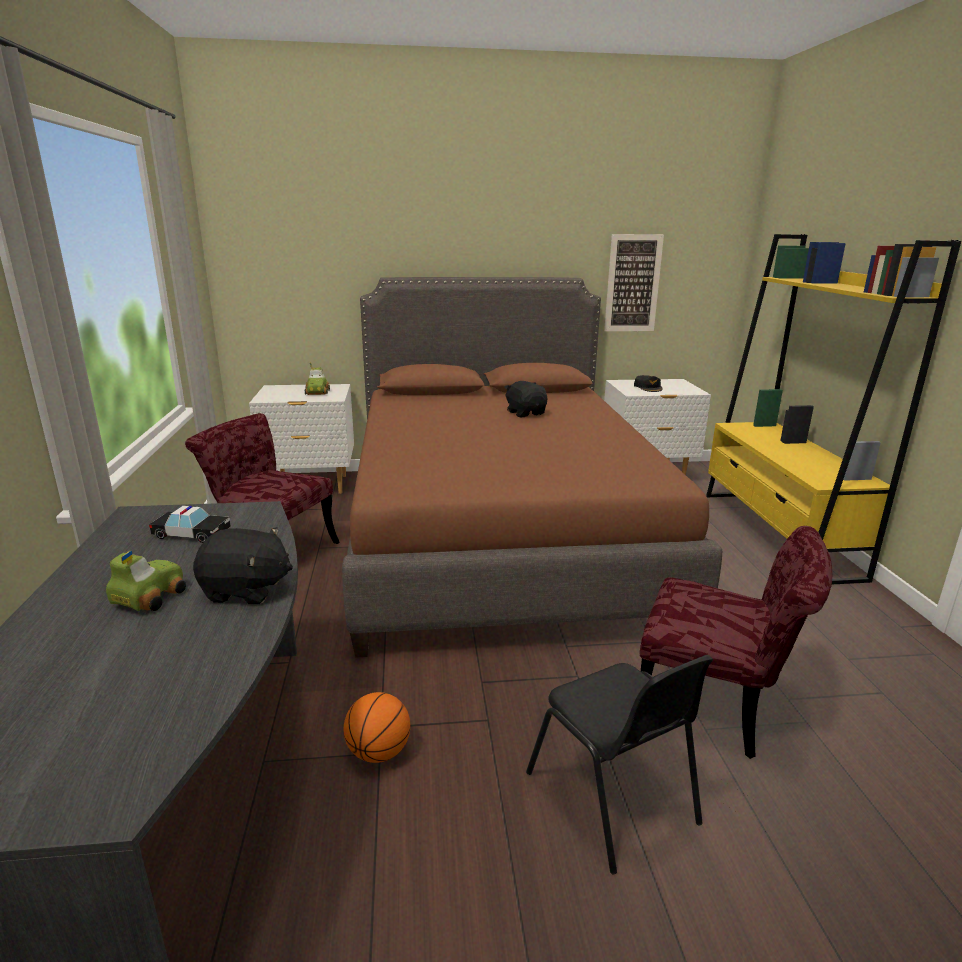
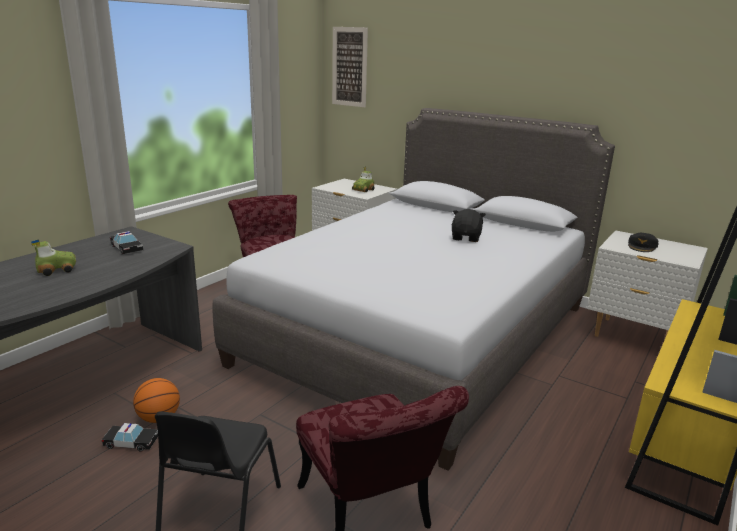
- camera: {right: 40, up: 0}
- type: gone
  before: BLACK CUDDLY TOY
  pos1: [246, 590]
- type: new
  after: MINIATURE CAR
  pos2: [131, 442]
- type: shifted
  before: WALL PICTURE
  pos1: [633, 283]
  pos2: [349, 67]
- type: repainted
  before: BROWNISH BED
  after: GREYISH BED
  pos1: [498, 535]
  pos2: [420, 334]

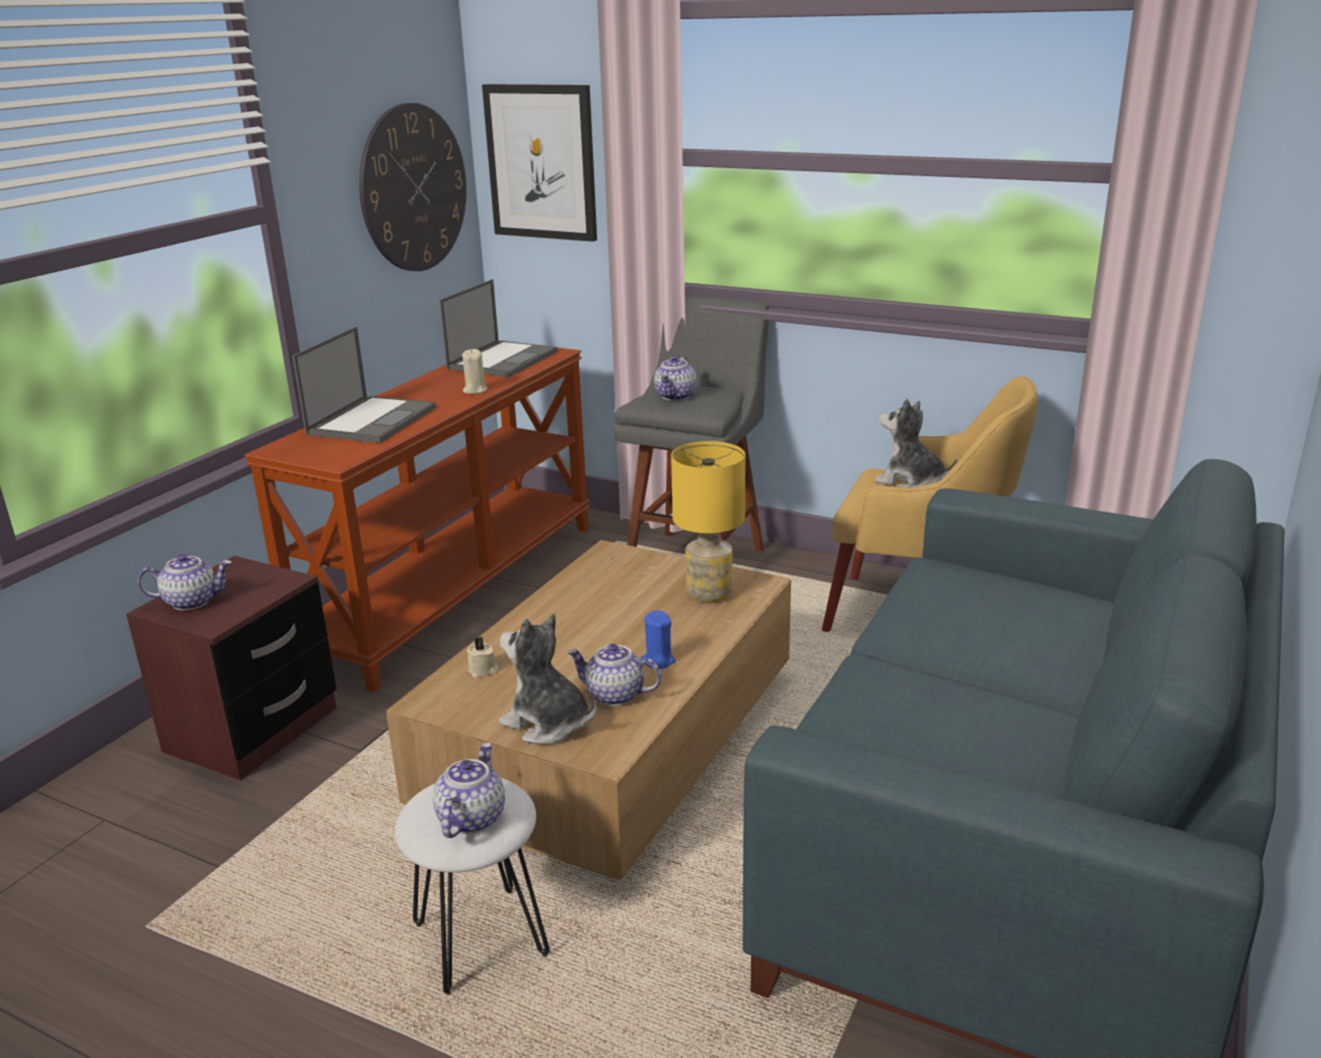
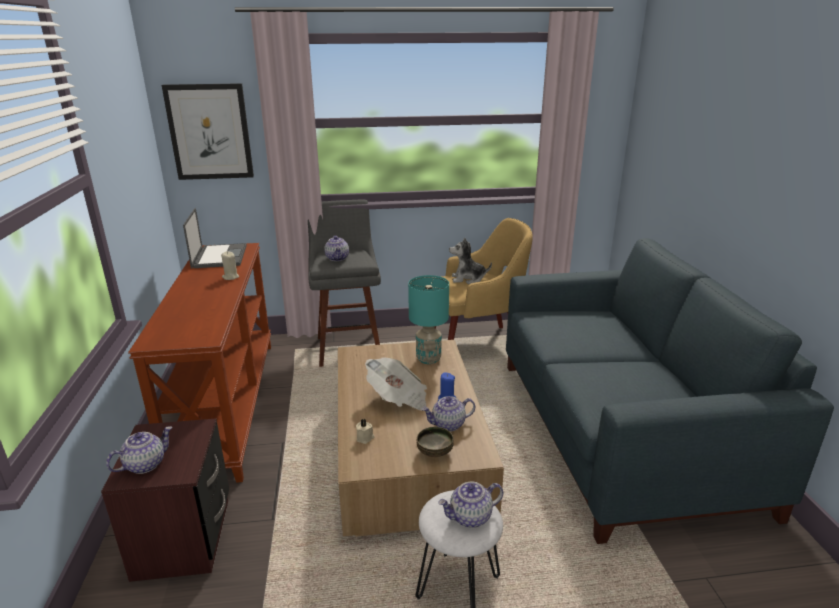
- camera: {right: -35, up: 0}
- type: gone
  before: PORTABLE COMPUTER
  pos1: [372, 420]
- type: gone
  before: WALL CLOCK
  pos1: [413, 188]
- type: new
  after: DAILY PAPER
  pos2: [398, 398]
- type: swapped
  before: CUDDLY TOY
  after: BOWL
  pos1: [547, 724]
  pos2: [435, 452]
- type: repainted
  before: YELLOW TABLE LAMP
  after: BLUE-GREEN TABLE LAMP
  pos1: [709, 594]
  pos2: [428, 358]
- type: rotated
  before: POT FOR TEA
  pos1: [470, 817]
  pos2: [470, 517]
  turn: -90

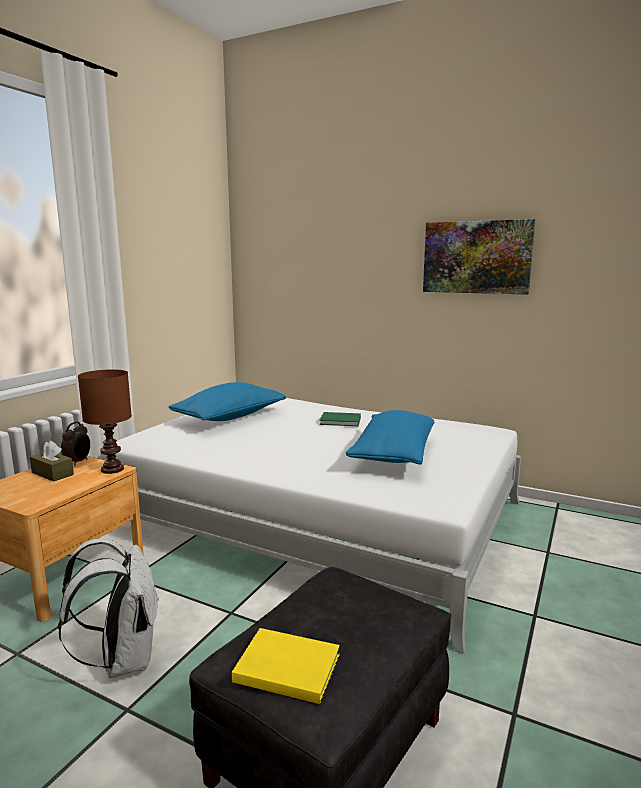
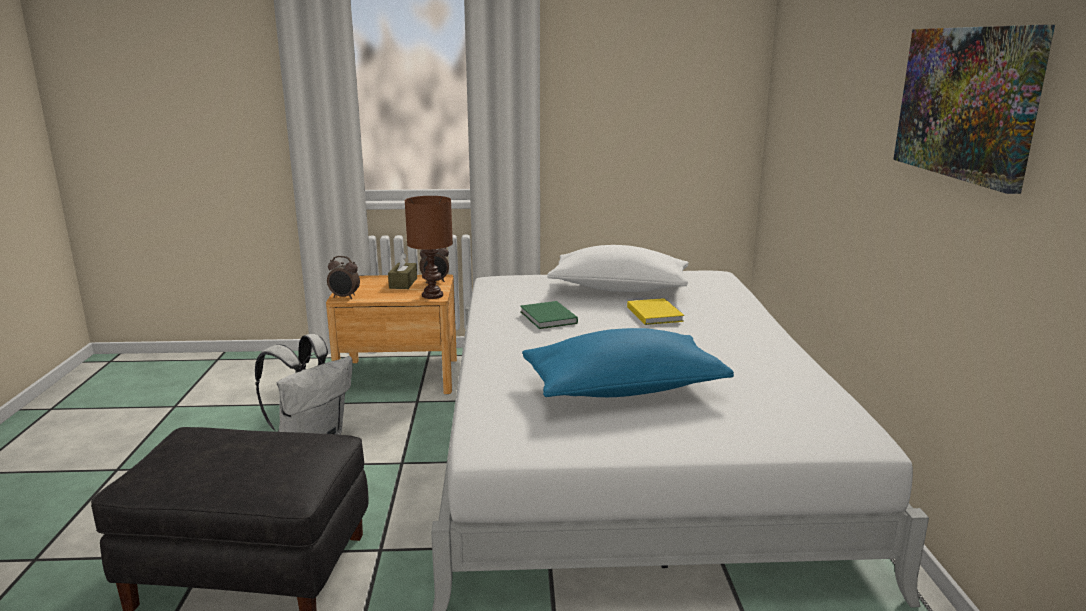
- camera: {right: 60, up: 5}
- type: new
  after: TABLE CLOCK
  pos2: [344, 297]
- type: shifted
  before: YELLOW BOOK
  pos1: [285, 666]
  pos2: [655, 313]
- type: shifted
  before: GREEN BOOK
  pos1: [341, 421]
  pos2: [548, 318]
- type: repainted
  before: BLUE THROW PILLOW
  after: WHITE-COLOURED THROW PILLOW
  pos1: [229, 417]
  pos2: [619, 289]

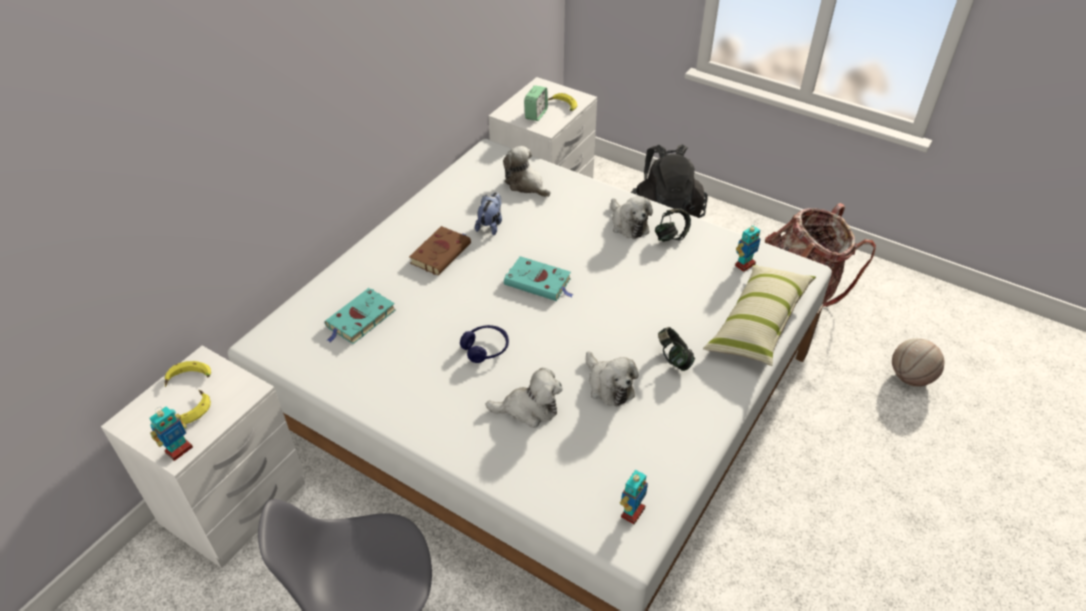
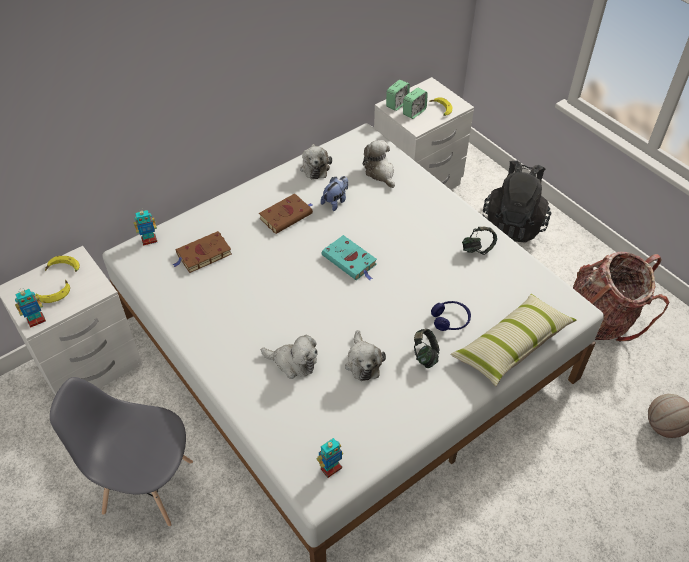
- camera: {right: 20, up: 5}
- type: new
  after: TABLE CLOCK
  pos2: [397, 104]
- type: shifted
  before: BLUE HEADPHONES
  pos1: [485, 348]
  pos2: [450, 320]
- type: shifted
  before: CUDDLY TOY
  pos1: [628, 224]
  pos2: [315, 167]
- type: shifted
  before: ROBOT FIGURE
  pos1: [744, 264]
  pos2: [149, 240]
- type: repainted
  before: BLUE-GREEN BOOK
  after: BROWNISH BOOK
  pos1: [360, 320]
  pos2: [202, 255]

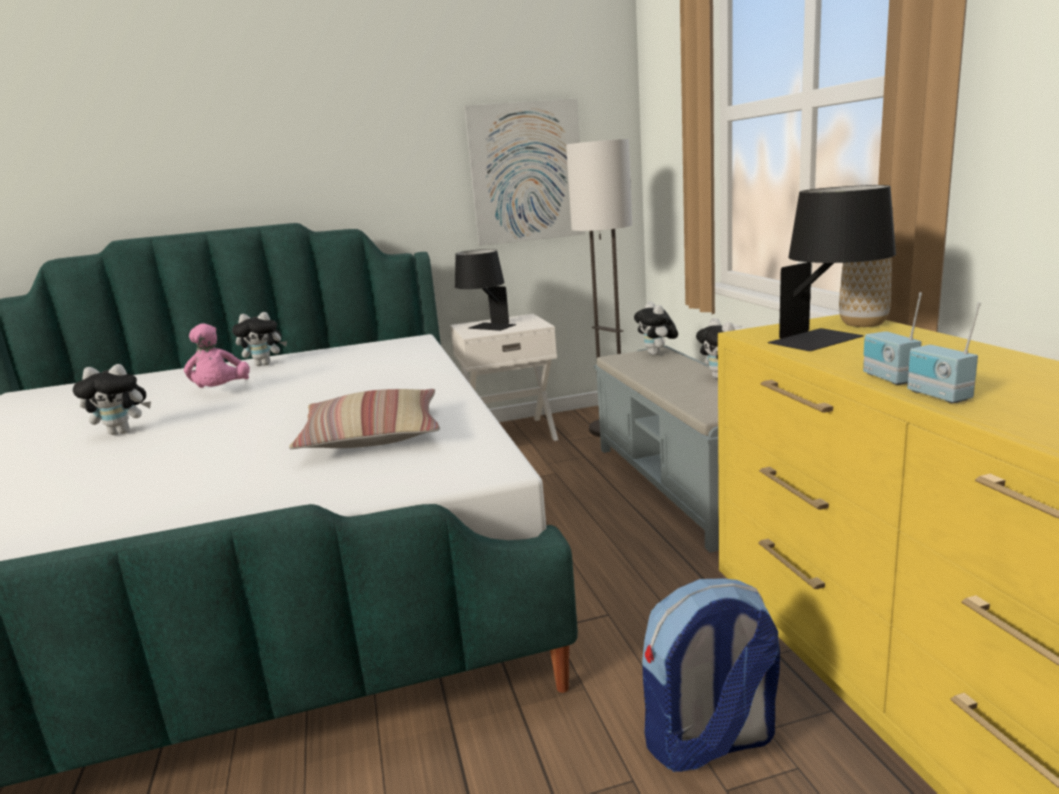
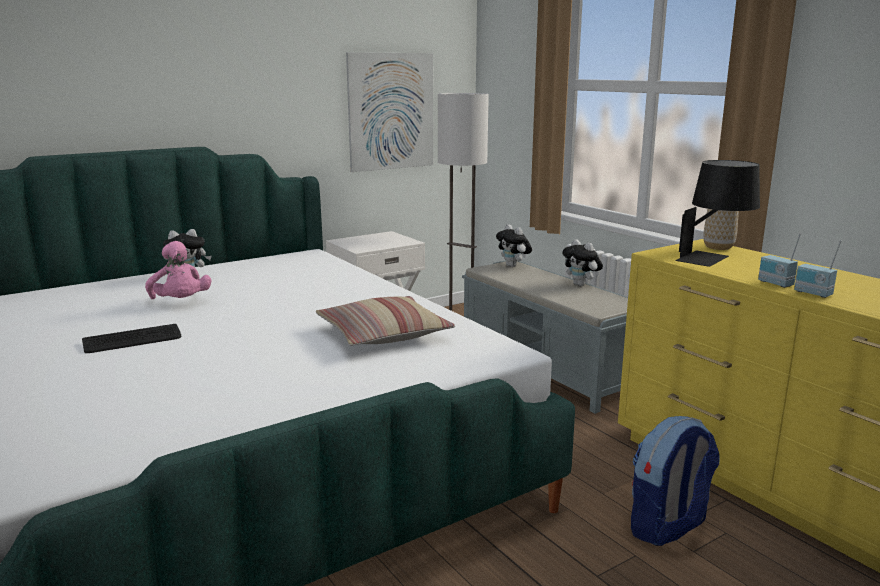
- camera: {right: -20, up: 0}
- type: gone
  before: BLACK TABLE LAMP
  pos1: [486, 328]
- type: swapped
  before: CUDDLY TOY
  after: PC KEYBOARD
  pos1: [123, 432]
  pos2: [132, 340]

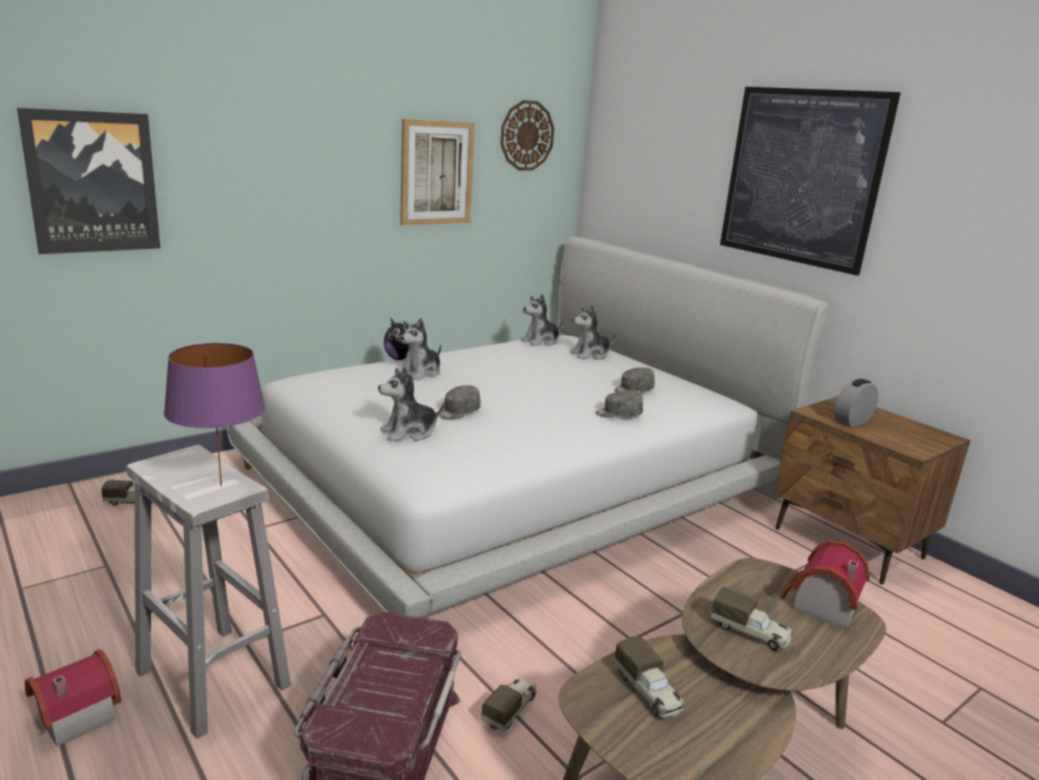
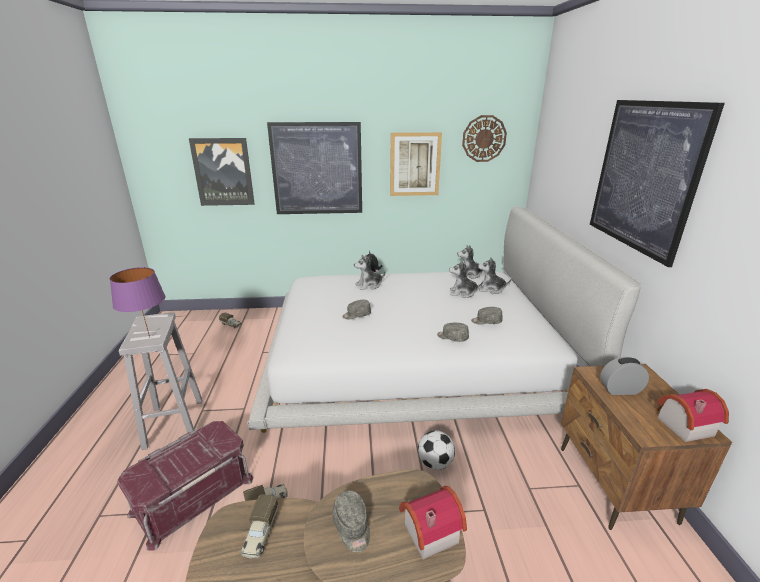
- camera: {right: 35, up: 5}
- type: new
  after: WALL PICTURE
  pos2: [317, 169]
- type: new
  after: FOOTBALL
  pos2: [435, 463]
- type: shifted
  before: TOY HOUSE
  pos1: [73, 715]
  pos2: [681, 424]
- type: shifted
  before: CUDDLY TOY
  pos1: [409, 432]
  pos2: [462, 293]
- type: swapped
  before: TOY TRUCK
  after: GREYISH PEAKED CAP
  pos1: [750, 633]
  pos2: [352, 527]

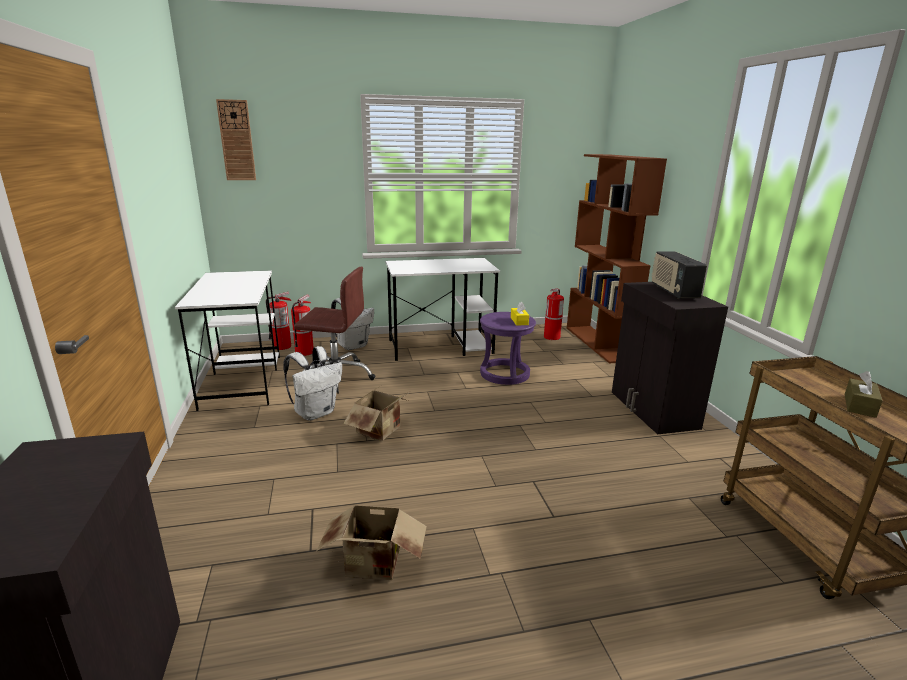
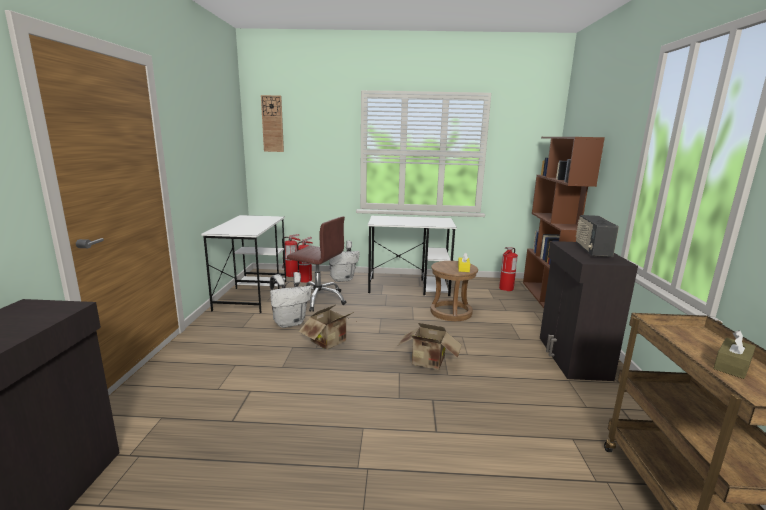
- camera: {right: 15, up: -5}
- type: shifted
  before: PACKING BOX
  pos1: [374, 566]
  pos2: [428, 363]
- type: repainted
  before: PURPLISH STOOL
  after: BROWNISH STOOL
  pos1: [504, 374]
  pos2: [451, 312]

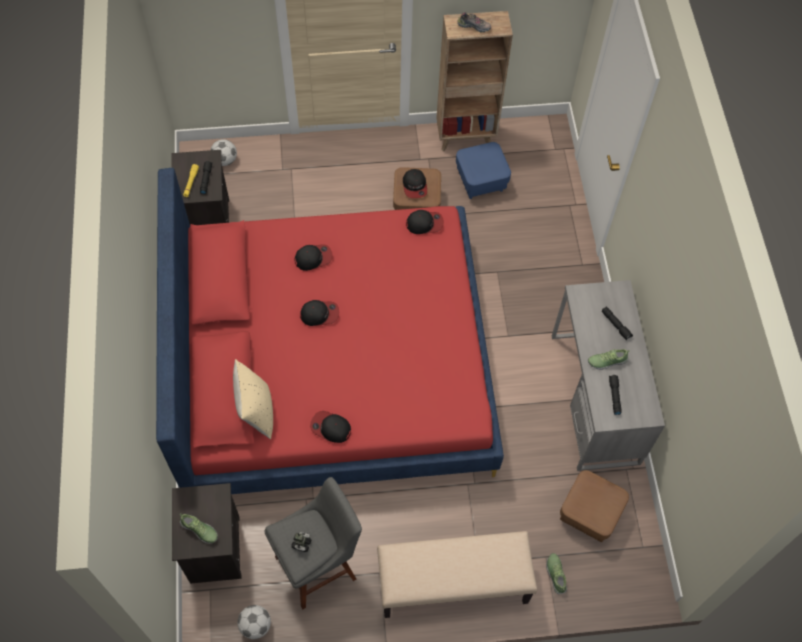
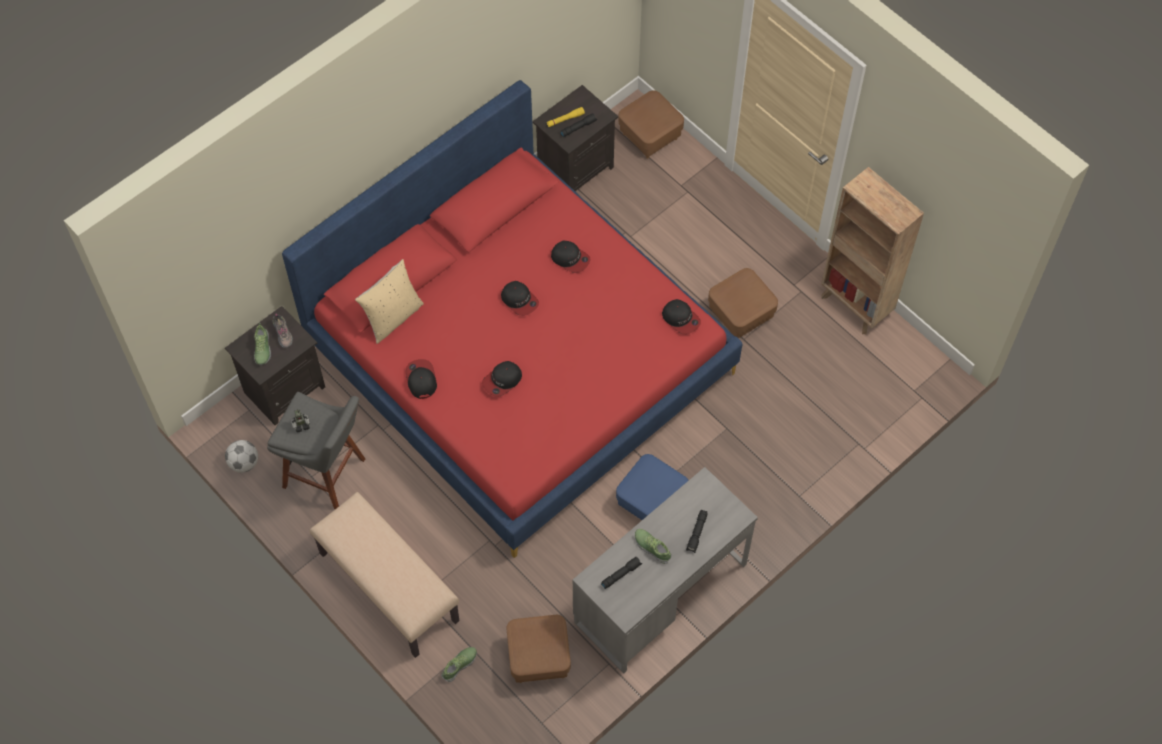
- camera: {right: 55, up: 0}
- type: shifted
  before: PEAKED CAP
  pos1: [415, 186]
  pos2: [502, 380]
- type: shifted
  before: BLUE POUFFE
  pos1: [481, 181]
  pos2: [651, 502]
- type: shifted
  before: SHOE
  pos1: [474, 26]
  pos2: [283, 334]
- type: swapped
  before: FOOTBALL
  after: BROWNISH POUFFE
  pos1: [225, 160]
  pos2: [650, 136]

